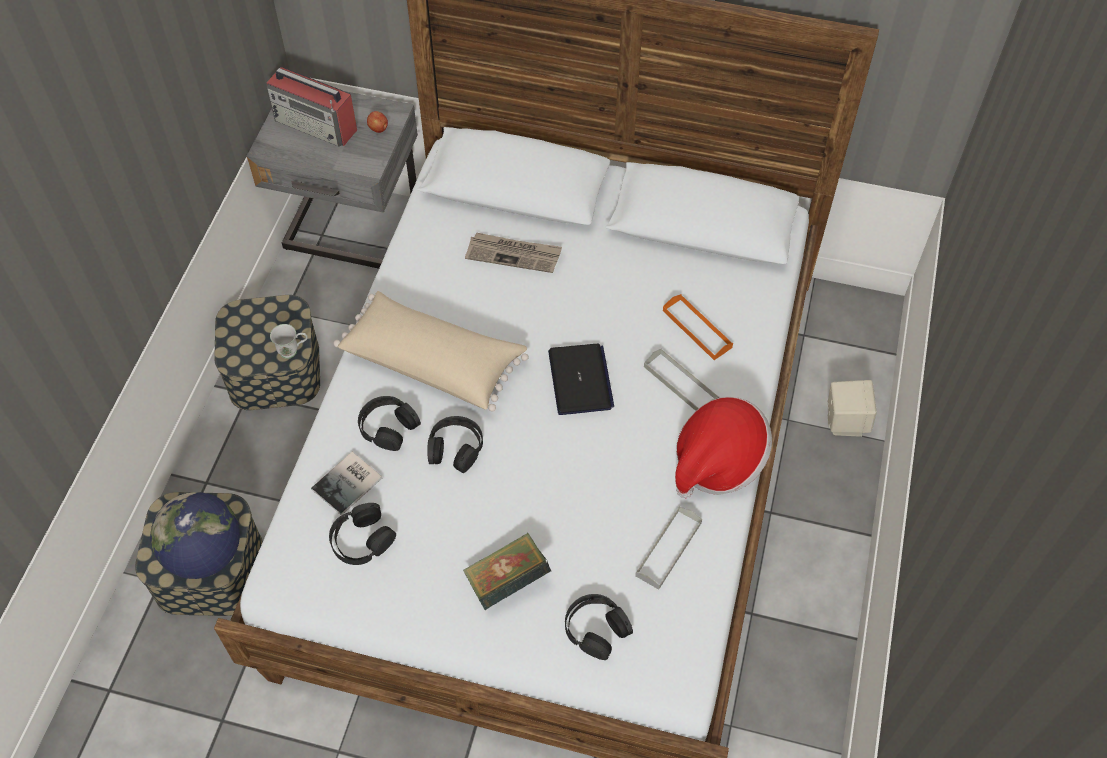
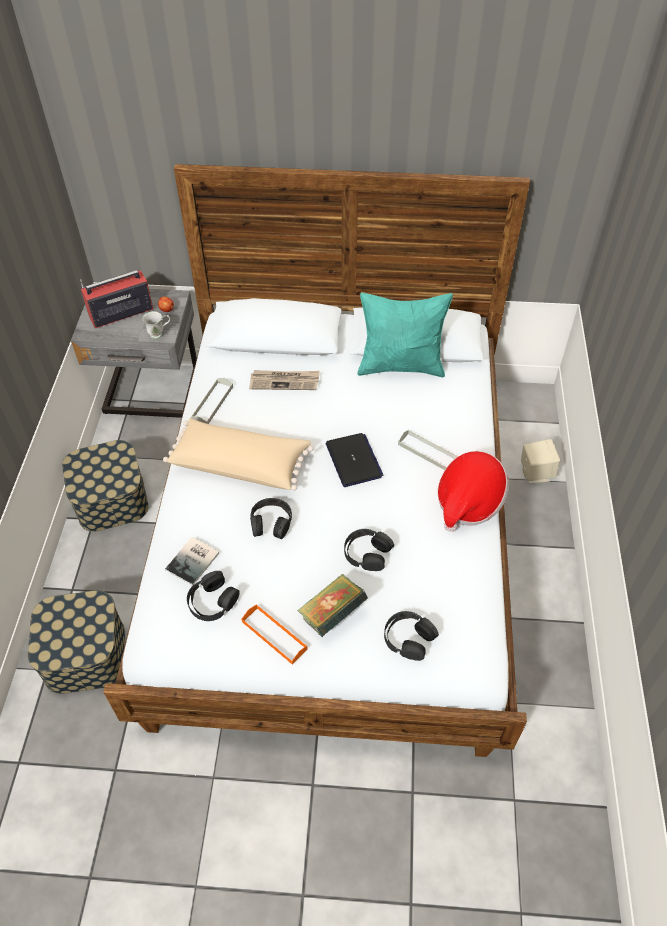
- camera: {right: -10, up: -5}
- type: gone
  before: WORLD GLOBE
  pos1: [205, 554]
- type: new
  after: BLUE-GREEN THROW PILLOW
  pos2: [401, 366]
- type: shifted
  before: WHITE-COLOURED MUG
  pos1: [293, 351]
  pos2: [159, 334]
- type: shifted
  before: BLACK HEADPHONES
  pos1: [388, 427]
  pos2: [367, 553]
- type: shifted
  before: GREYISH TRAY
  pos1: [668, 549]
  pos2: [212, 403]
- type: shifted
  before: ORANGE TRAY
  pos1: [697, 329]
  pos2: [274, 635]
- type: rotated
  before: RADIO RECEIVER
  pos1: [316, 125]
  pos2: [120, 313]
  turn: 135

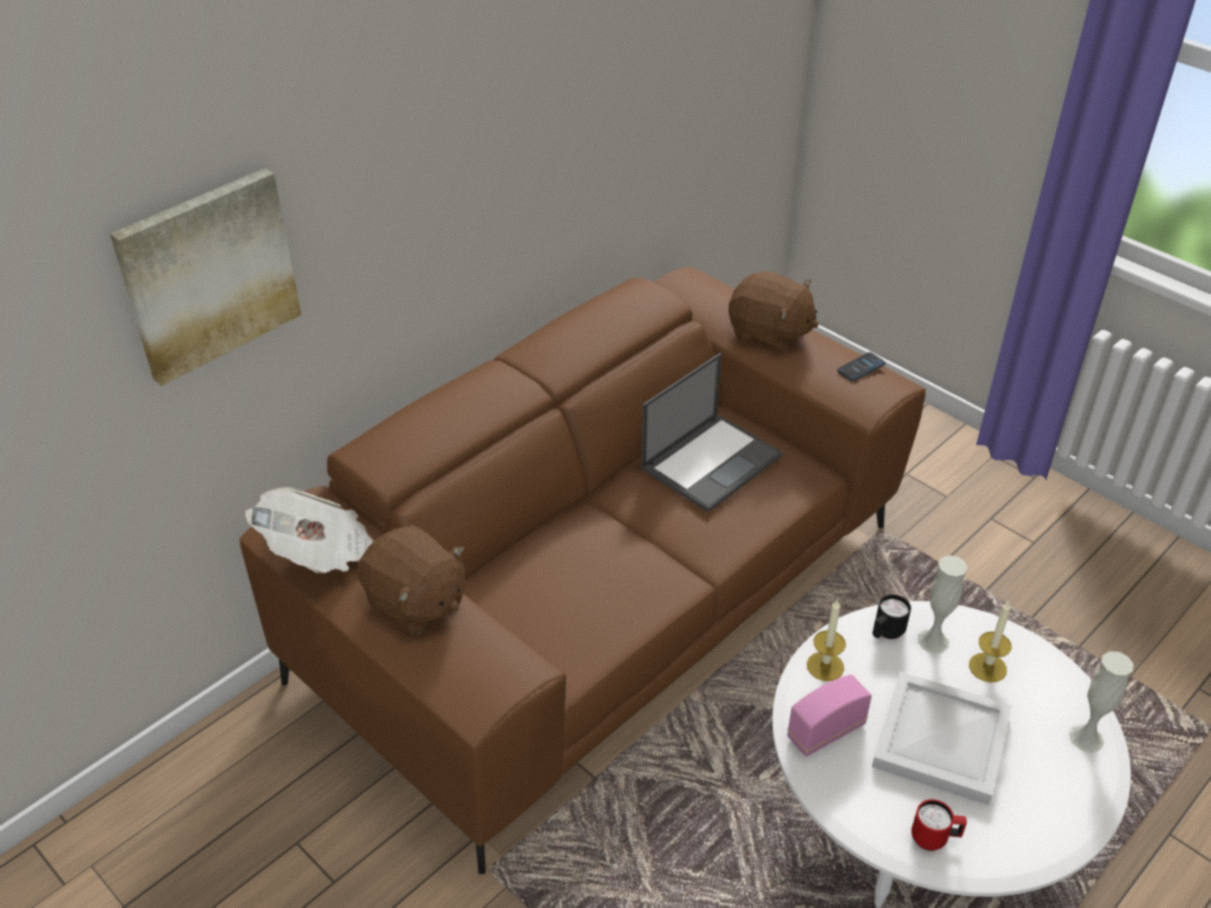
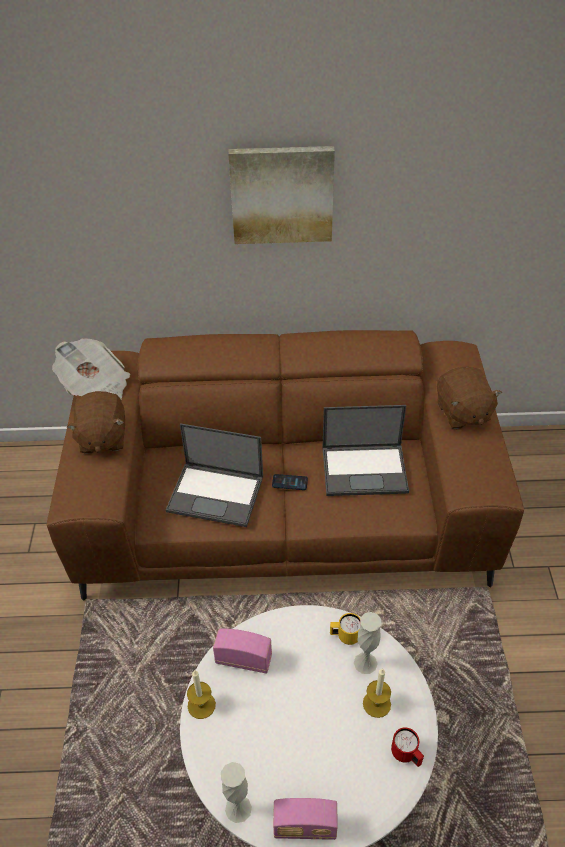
- camera: {right: 45, up: 5}
- type: gone
  before: WHITE-COLOURED TRAY
  pos1: [939, 738]
- type: new
  after: PORTABLE COMPUTER
  pos2: [217, 494]
- type: new
  after: RADIO RECEIVER
  pos2: [305, 827]
- type: shifted
  before: WALL PICTURE
  pos1: [208, 274]
  pos2: [282, 194]
- type: shifted
  before: WAX CANDLE
  pos1: [825, 666]
  pos2: [201, 705]
- type: shifted
  before: PHONE
  pos1: [861, 367]
  pos2: [289, 482]
- type: shifted
  before: REDDISH MUG
  pos1: [934, 839]
  pos2: [406, 755]
- type: shifted
  before: WHITE-COLOURED FLOWER VASE
  pos1: [1086, 738]
  pos2: [238, 808]
- type: repainted
  before: BLACK MUG
  after: YELLOW MUG
  pos1: [886, 633]
  pos2: [345, 636]

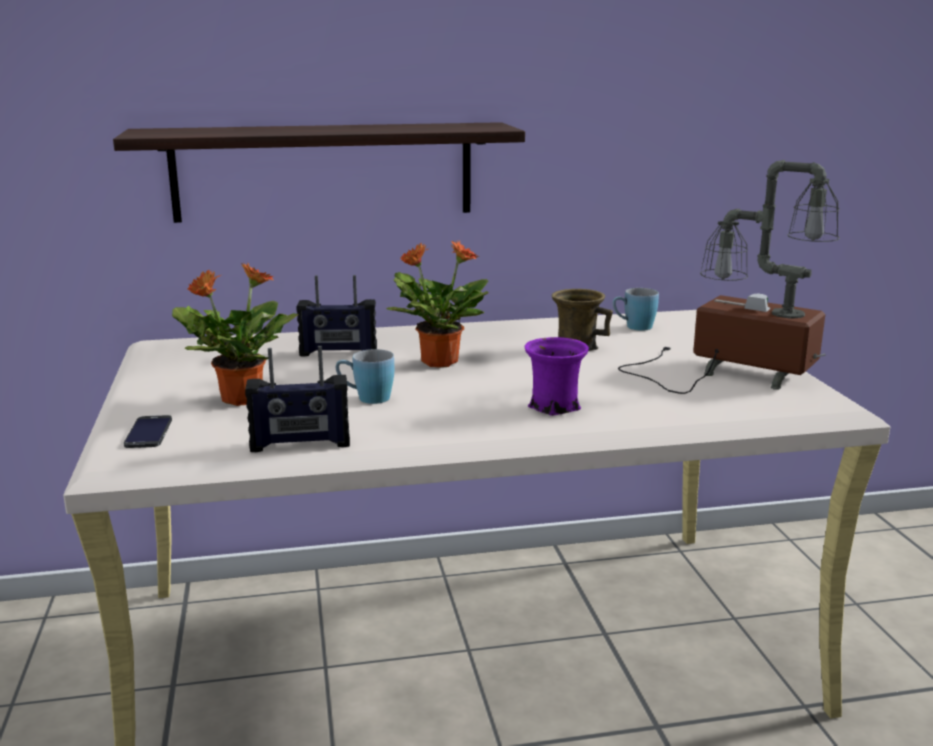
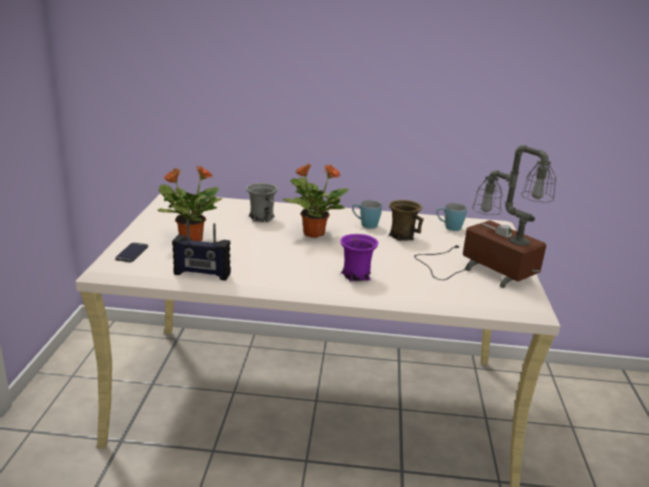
- camera: {right: 15, up: 5}
- type: gone
  before: SHELF
  pos1: [323, 171]
- type: shifted
  before: BLUE MUG
  pos1: [366, 398]
  pos2: [365, 224]
- type: swapped
  before: RADIO RECEIVER
  after: GREYISH MUG
  pos1: [338, 353]
  pos2: [262, 218]

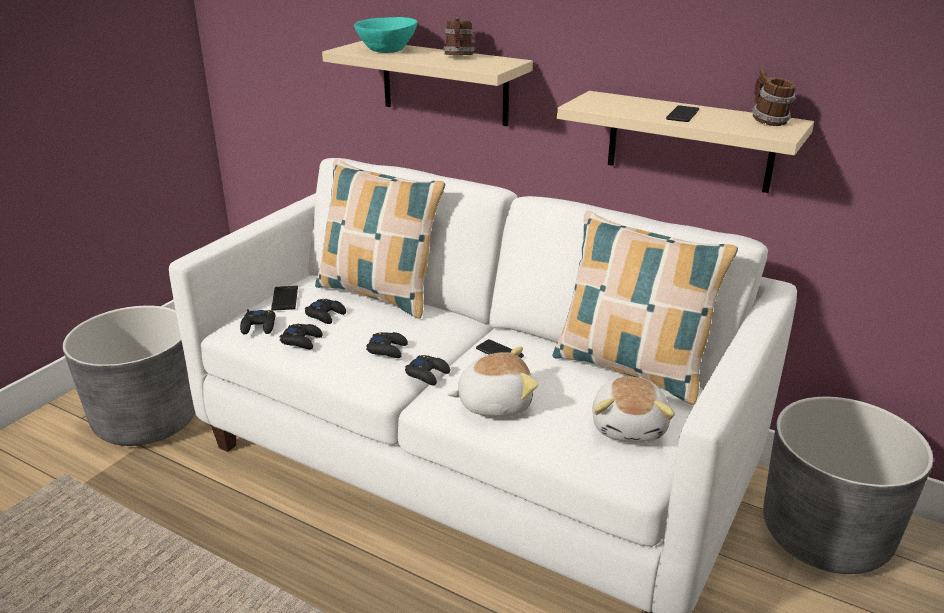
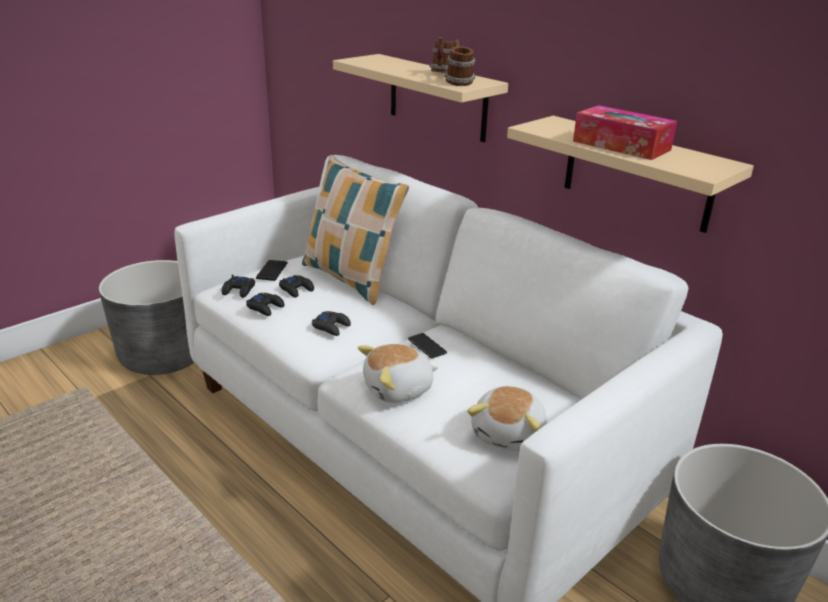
- camera: {right: 15, up: 0}
- type: gone
  before: BLUE-GREEN BOWL
  pos1: [386, 50]
- type: gone
  before: BLACK GAME CONTROLLER
  pos1: [428, 374]
- type: gone
  before: THROW PILLOW
  pos1: [631, 369]
- type: shifted
  before: MUG
  pos1: [767, 121]
  pos2: [458, 83]
- type: swapped
  before: PHONE
  after: BOX OF TISSUES
  pos1: [682, 115]
  pos2: [621, 145]
- type: rotated
  before: CUDDLY TOY
  pos1: [494, 403]
  pos2: [399, 389]
  turn: 150

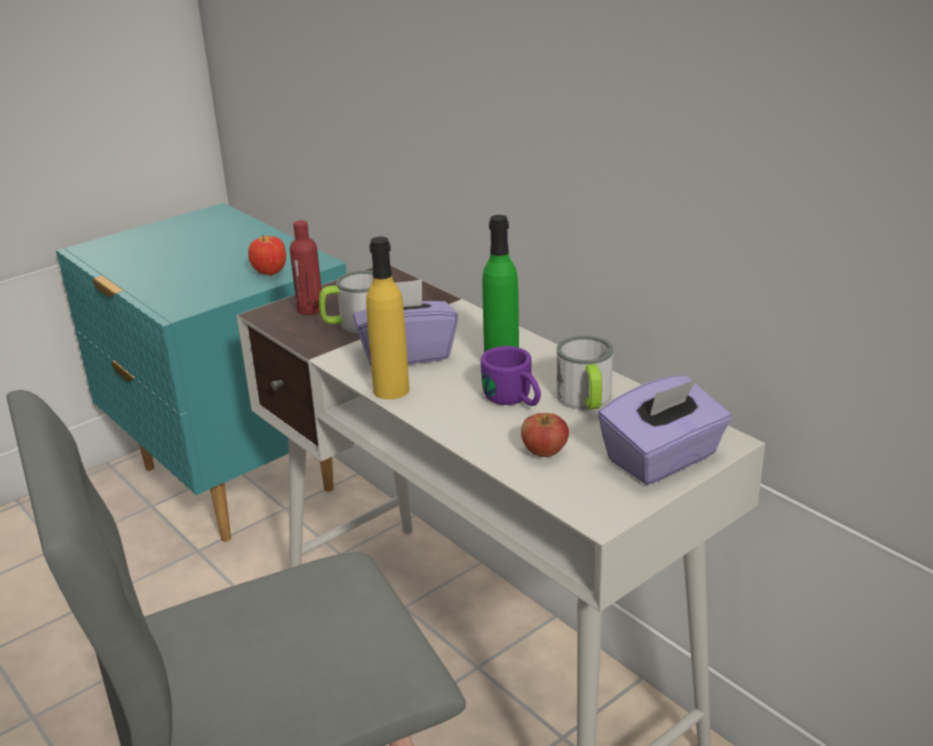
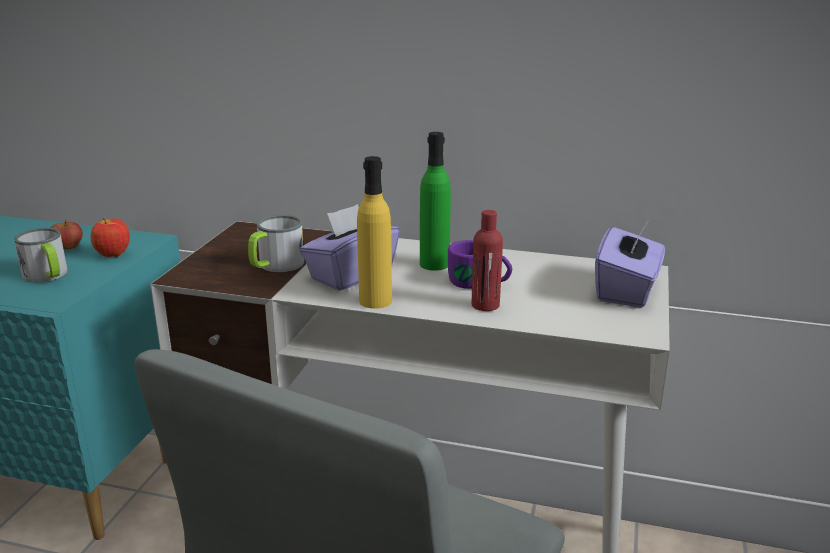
- camera: {right: -35, up: -5}
- type: shifted
  before: REDDISH BOTTLE
  pos1: [310, 309]
  pos2: [485, 305]
- type: shifted
  before: APPLE FRUIT
  pos1: [544, 452]
  pos2: [68, 248]
- type: shifted
  before: MUG
  pos1: [586, 401]
  pos2: [48, 276]

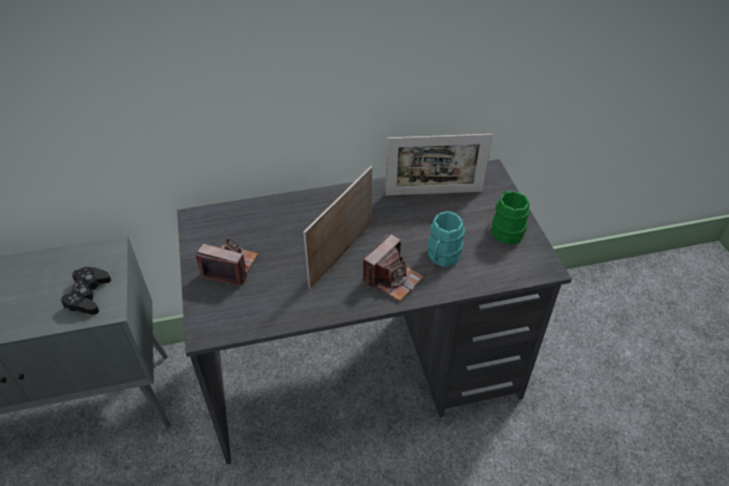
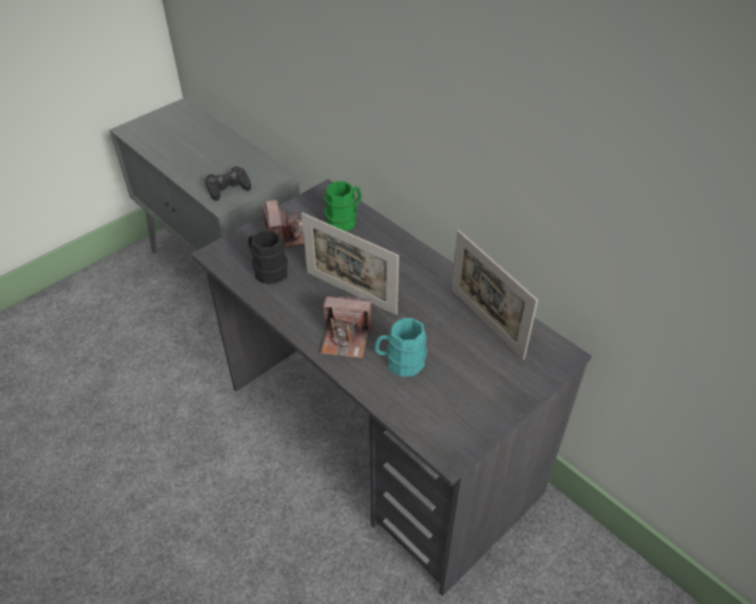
- camera: {right: 60, up: 0}
- type: new
  after: BLACK MUG
  pos2: [267, 270]
- type: shifted
  before: GREEN MUG
  pos1: [505, 229]
  pos2: [344, 220]
- type: rotated
  before: PICTURE FRAME
  pos1: [341, 254]
  pos2: [350, 293]
  turn: -150

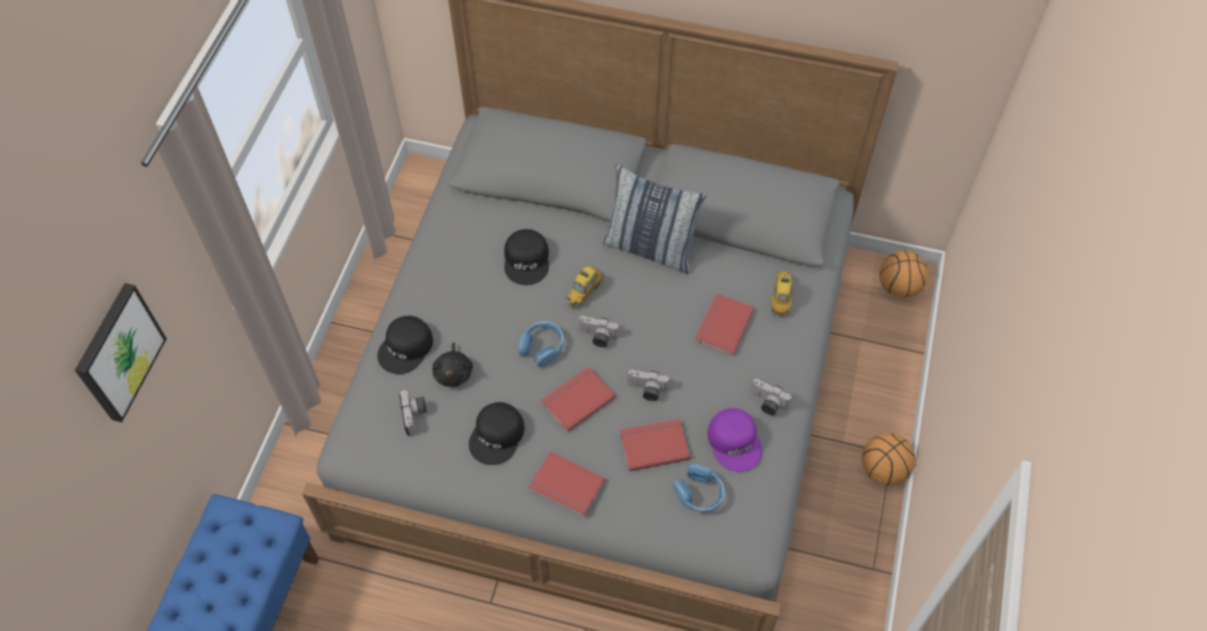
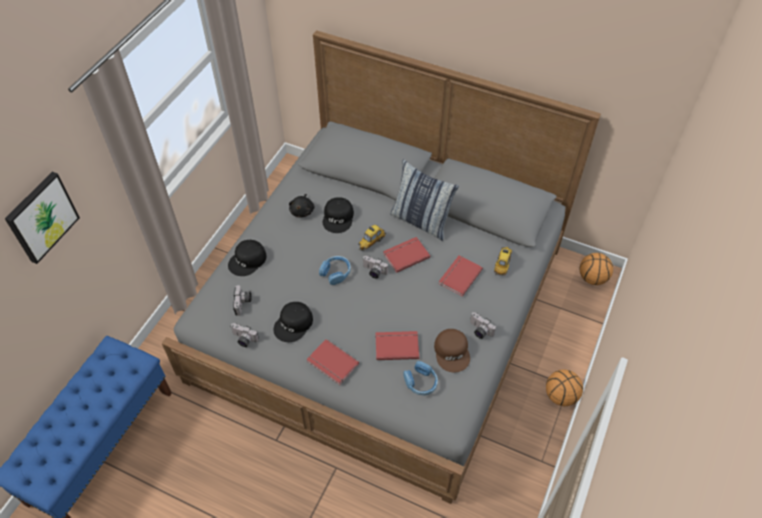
- camera: {right: 10, up: -5}
- type: shifted
  before: BLACK CUDDLY TOY
  pos1: [454, 372]
  pos2: [302, 211]
- type: shifted
  before: REDDISH BOOK
  pos1: [576, 399]
  pos2: [405, 255]
- type: shifted
  before: PHOTO CAMERA
  pos1: [646, 390]
  pos2: [243, 339]
- type: repainted
  before: PURPLISH PEAKED CAP
  after: BROWNISH PEAKED CAP
  pos1: [735, 441]
  pos2: [452, 352]

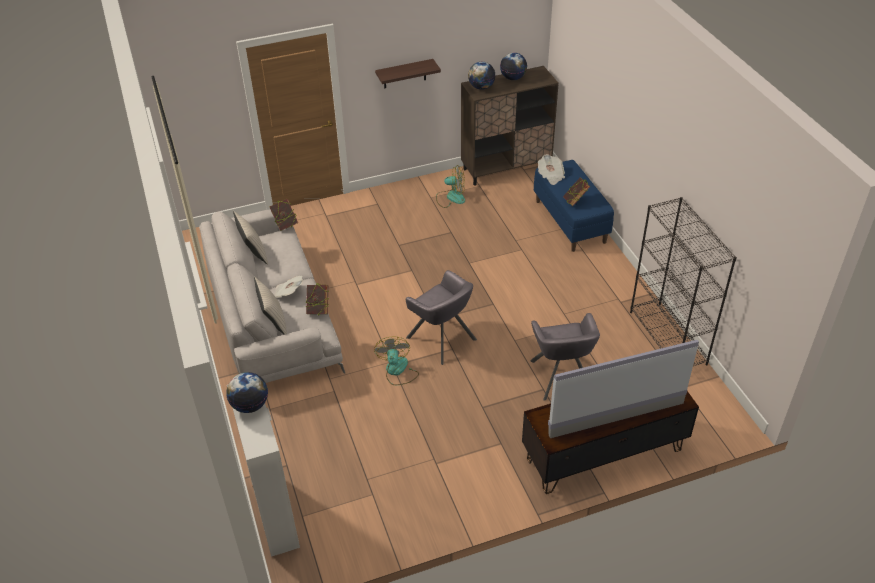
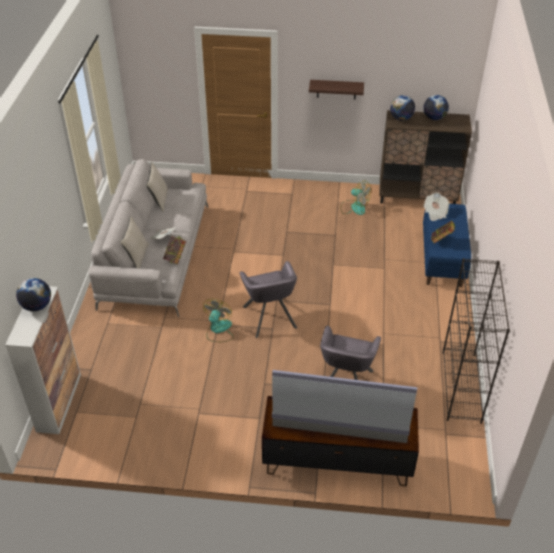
- camera: {right: 25, up: 0}
- type: gone
  before: BOOK
  pos1: [285, 225]

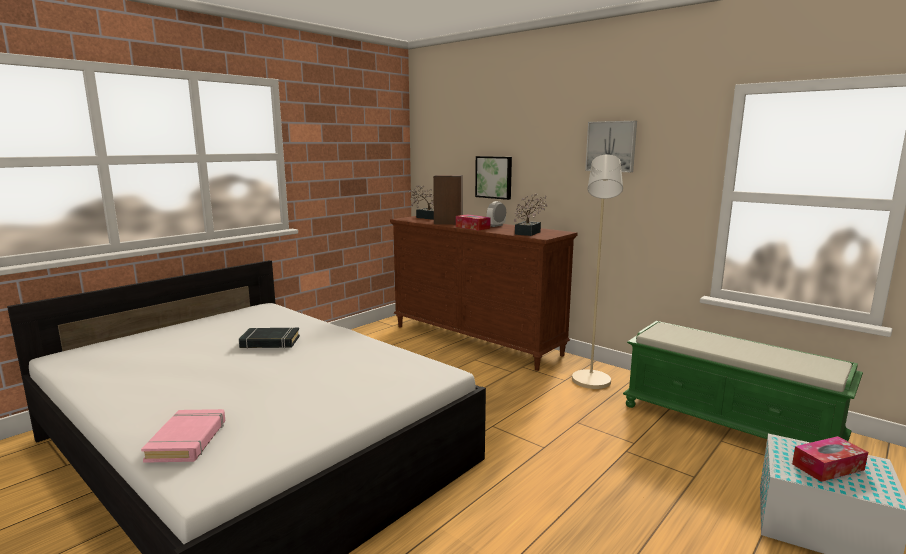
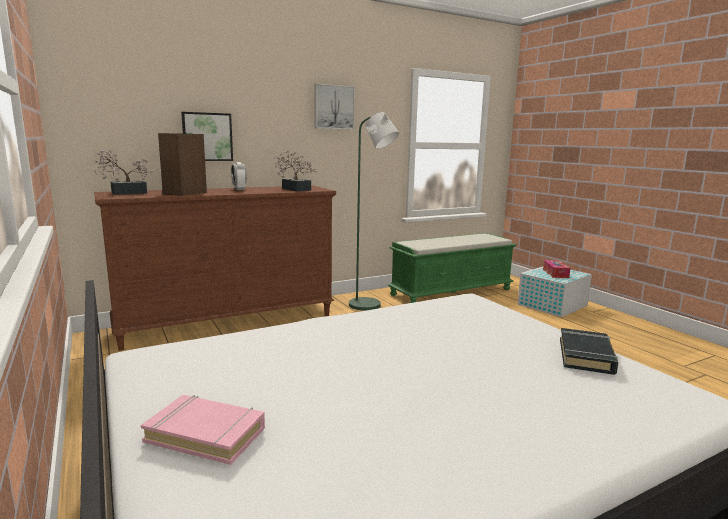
- camera: {right: -70, up: 0}
- type: gone
  before: BOX OF TISSUES
  pos1: [472, 227]
- type: shifted
  before: PINK BOOK
  pos1: [188, 440]
  pos2: [206, 434]
- type: shifted
  before: BLACK BOOK
  pos1: [270, 342]
  pos2: [586, 356]
- type: repainted
  before: SAND-COLOURED STANDING LAMP
  after: GREEN STANDING LAMP
  pos1: [591, 383]
  pos2: [370, 306]

